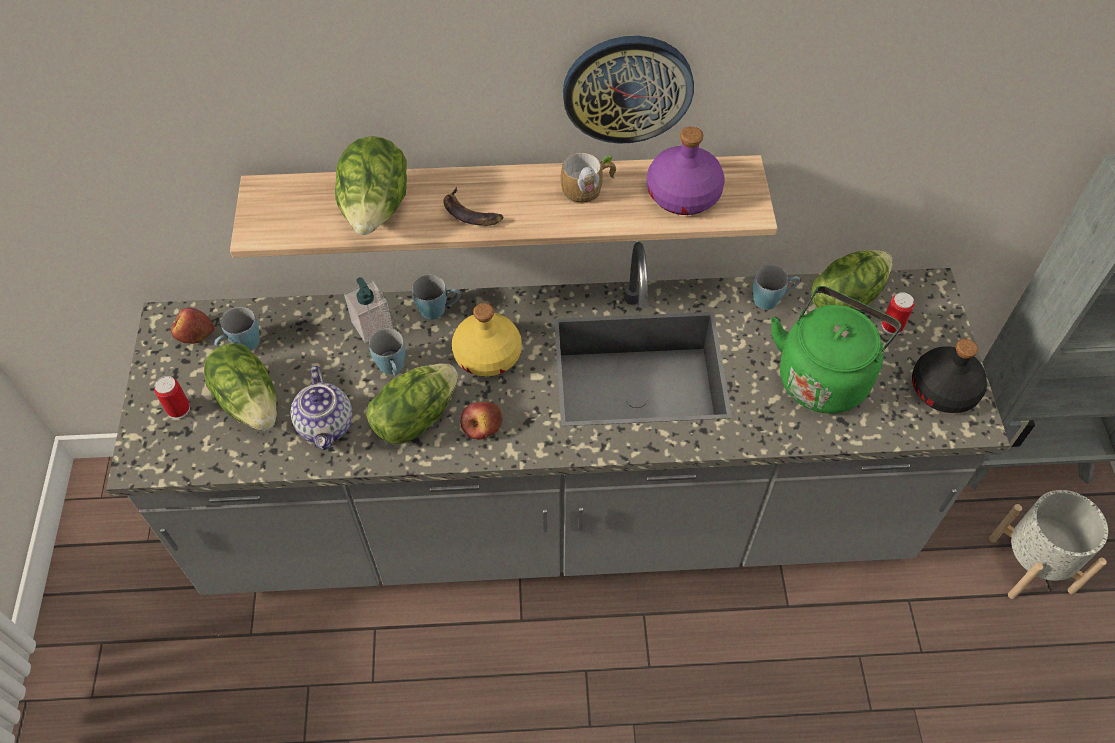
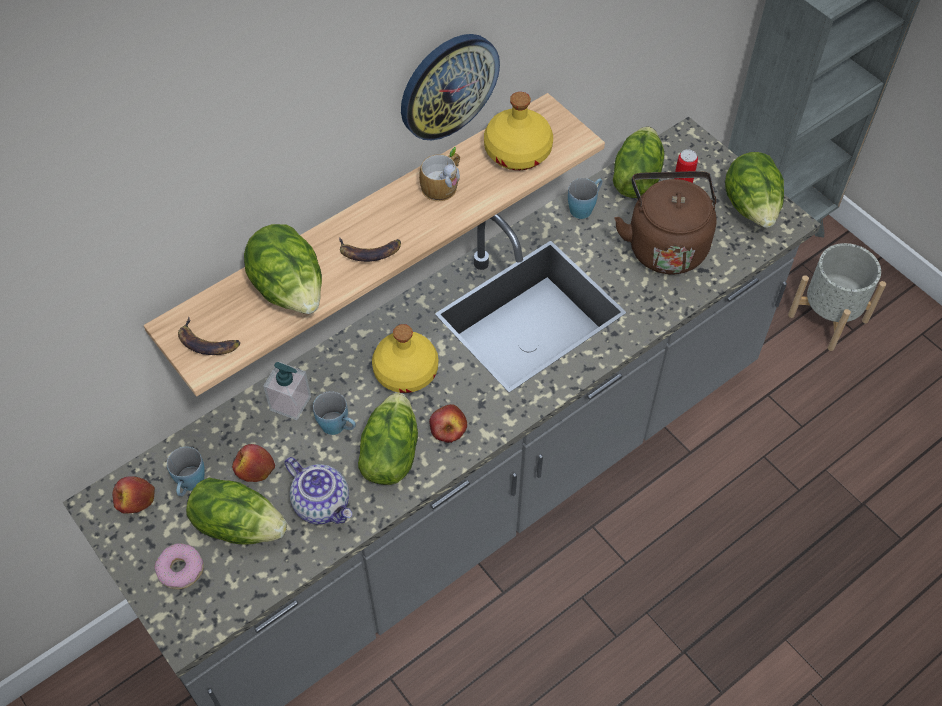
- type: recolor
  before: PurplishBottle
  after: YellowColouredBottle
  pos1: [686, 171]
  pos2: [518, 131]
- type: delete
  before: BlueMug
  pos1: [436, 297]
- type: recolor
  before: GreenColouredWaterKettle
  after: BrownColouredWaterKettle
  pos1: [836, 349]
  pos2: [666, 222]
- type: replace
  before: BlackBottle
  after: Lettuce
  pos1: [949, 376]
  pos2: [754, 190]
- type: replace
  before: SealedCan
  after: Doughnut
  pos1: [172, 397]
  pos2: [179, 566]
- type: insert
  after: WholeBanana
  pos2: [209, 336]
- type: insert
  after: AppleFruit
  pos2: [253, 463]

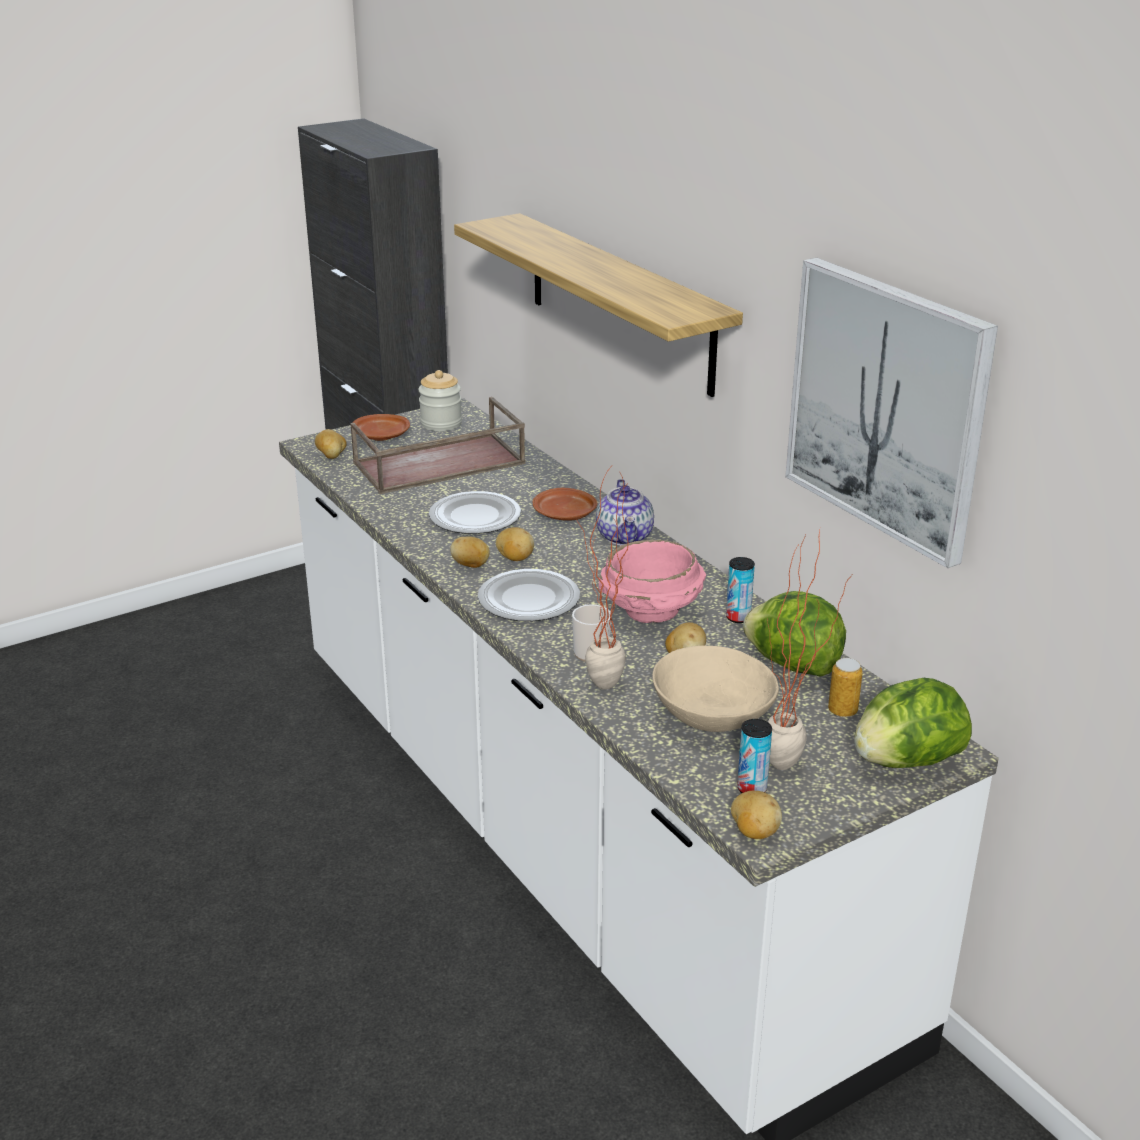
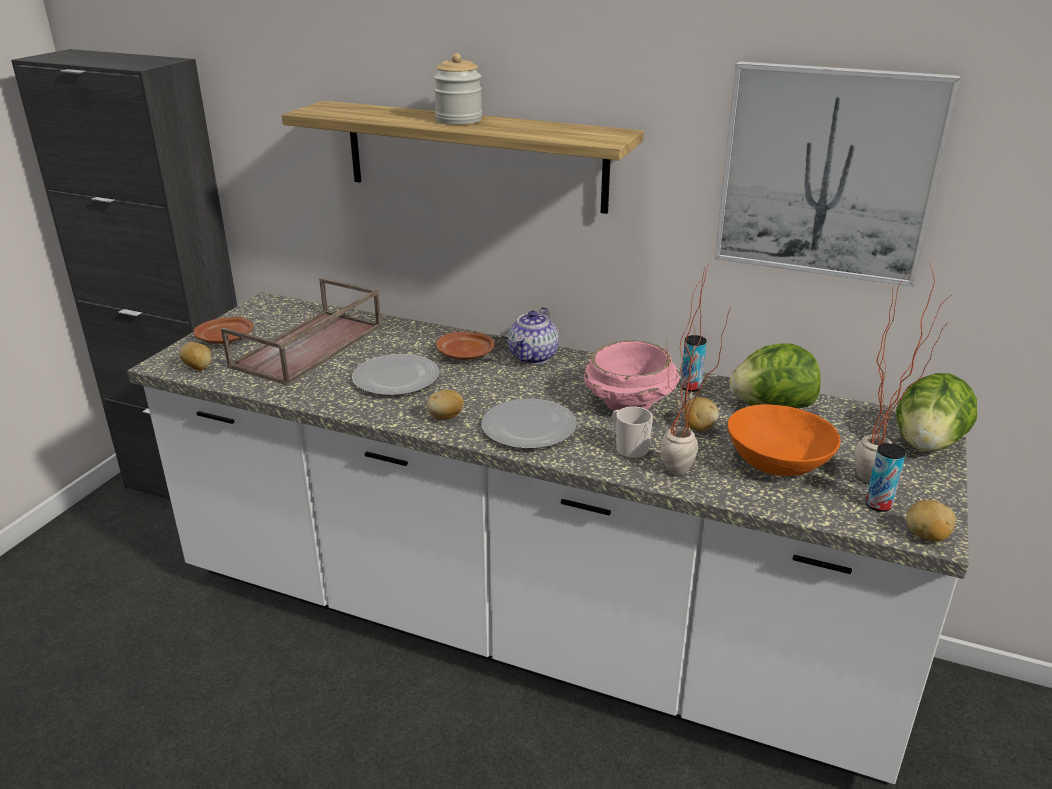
- type: move
  before: StorageJar
  pos1: [440, 400]
  pos2: [457, 89]
- type: rotate
  before: TeaPot
  pos1: [625, 512]
  pos2: [533, 335]
  turn: 60
- type: delete
  before: Potato
  pos1: [515, 544]
- type: recolor
  before: BeigeColouredBowl
  after: OrangeBowl
  pos1: [715, 688]
  pos2: [783, 440]
- type: delete
  before: SealedCan
  pos1: [845, 688]

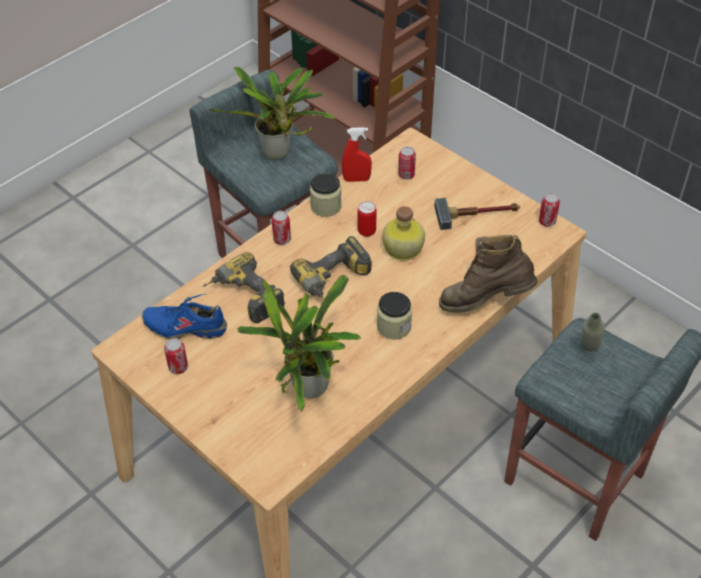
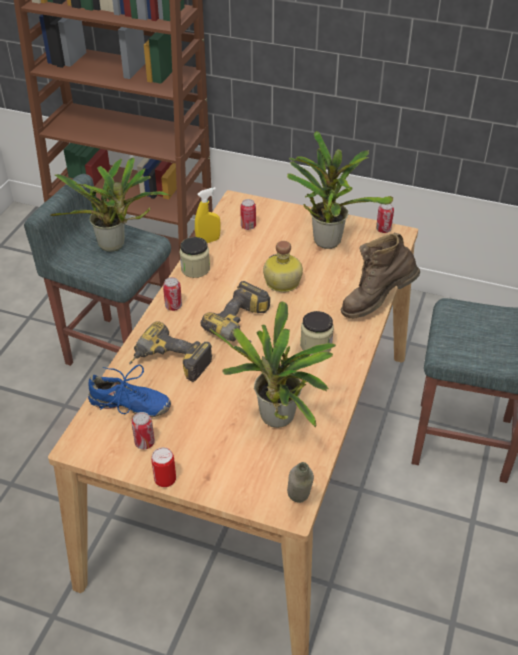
- type: recolor
  before: RedSprayer
  after: YellowColouredSprayer
  pos1: [357, 154]
  pos2: [208, 215]
- type: replace
  before: ToolHammer
  after: PlantInAPot
  pos1: [477, 214]
  pos2: [340, 190]
- type: move
  before: SealedCan
  pos1: [367, 219]
  pos2: [163, 467]
- type: rotate
  before: BlueShoe
  pos1: [184, 316]
  pos2: [129, 391]
  turn: -150
- type: move
  before: GreyishBottle
  pos1: [592, 332]
  pos2: [300, 482]

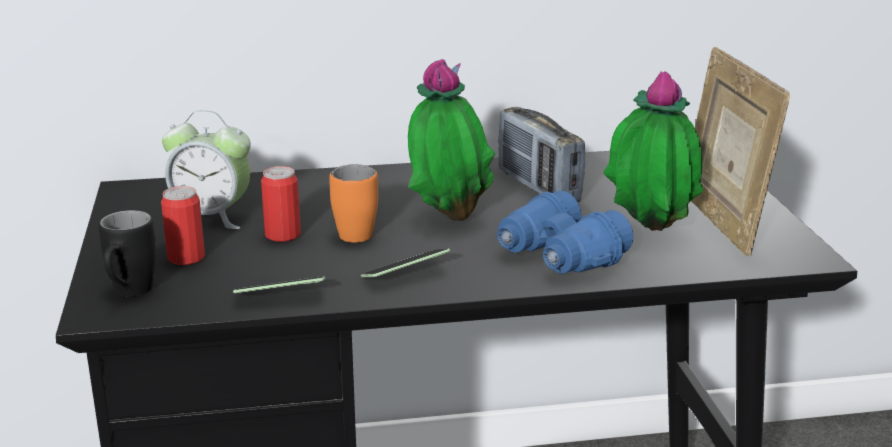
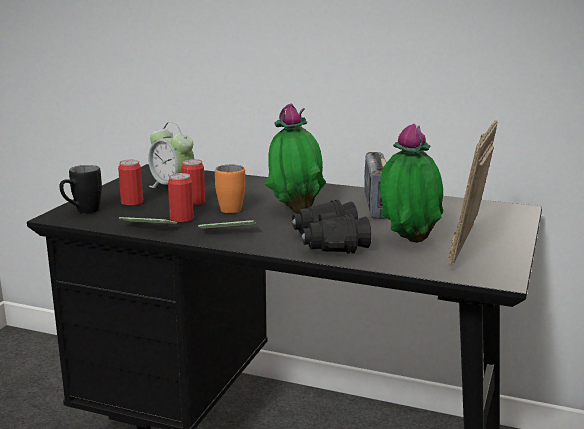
- type: recolor
  before: BlueBinoculars
  after: BlackBinoculars
  pos1: [565, 232]
  pos2: [331, 226]
- type: insert
  after: SealedCan
  pos2: [181, 198]

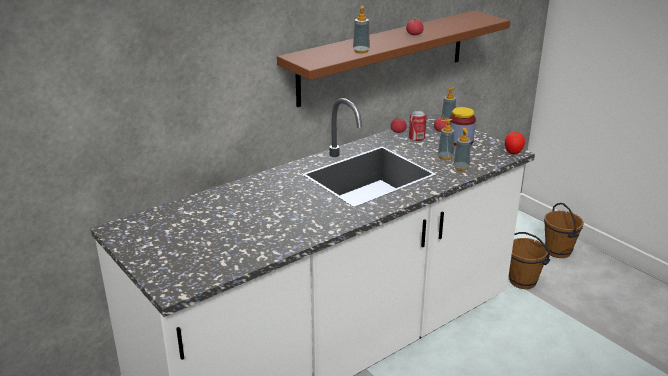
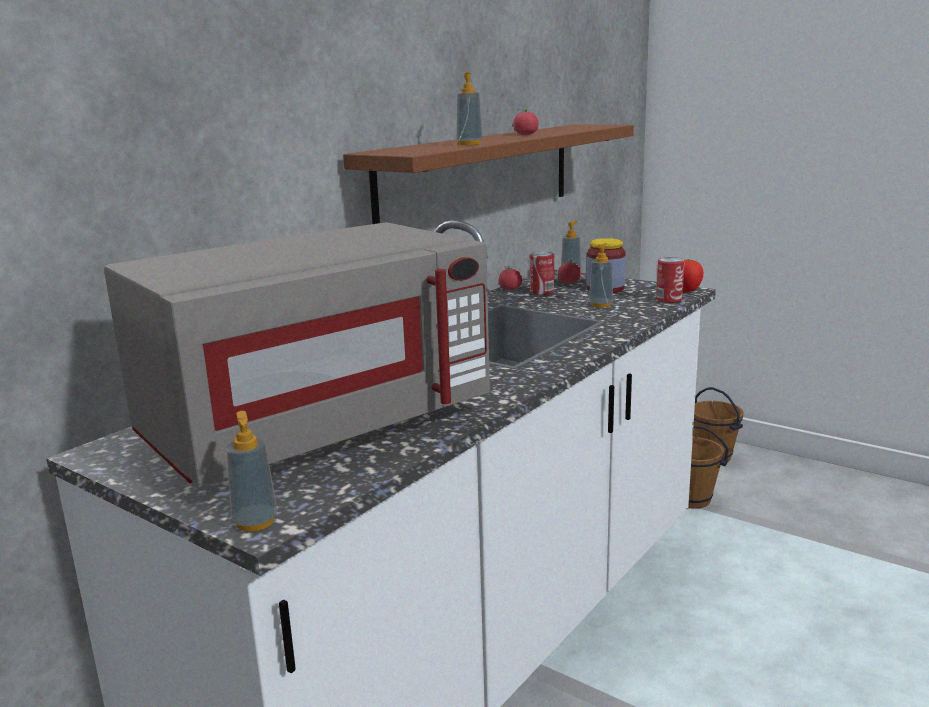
- type: move
  before: LiquidSoapBottle
  pos1: [462, 149]
  pos2: [251, 471]
- type: insert
  after: GreyishKitchenMicrowave
  pos2: [297, 354]
- type: insert
  after: SealedCan
  pos2: [670, 280]

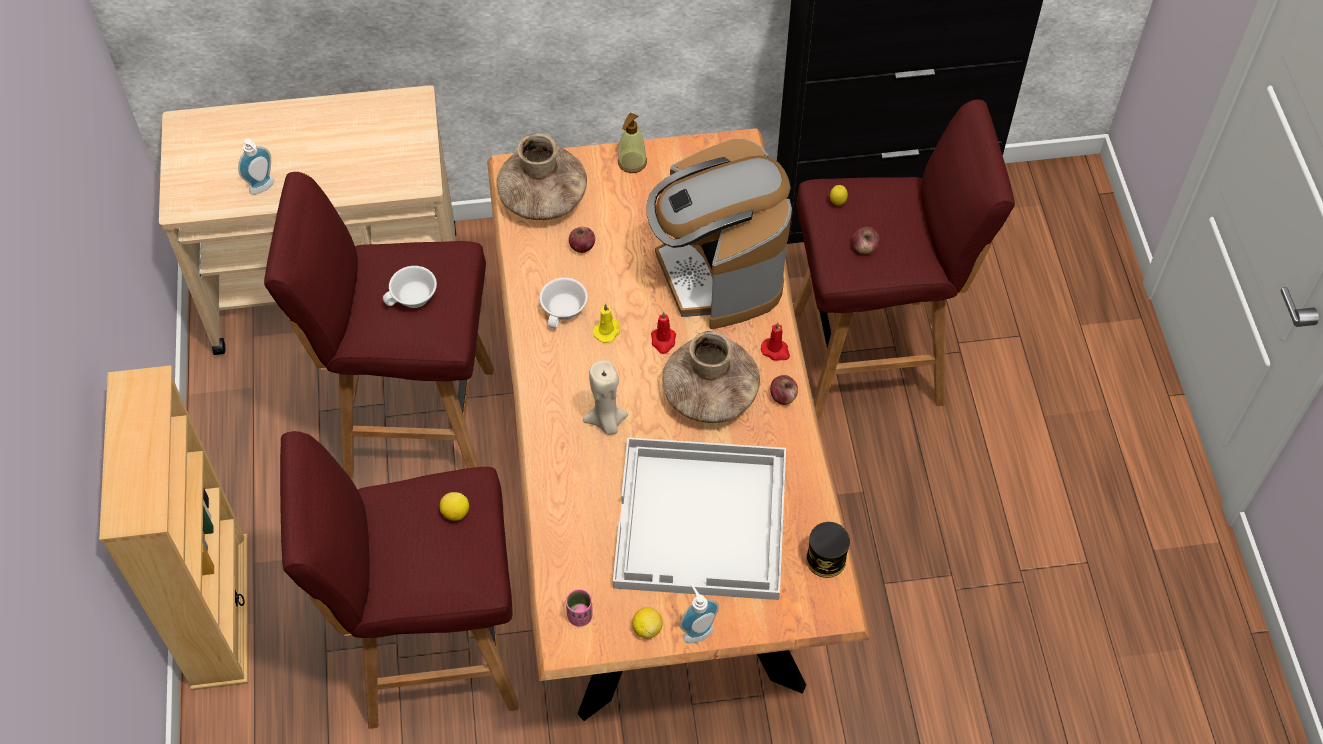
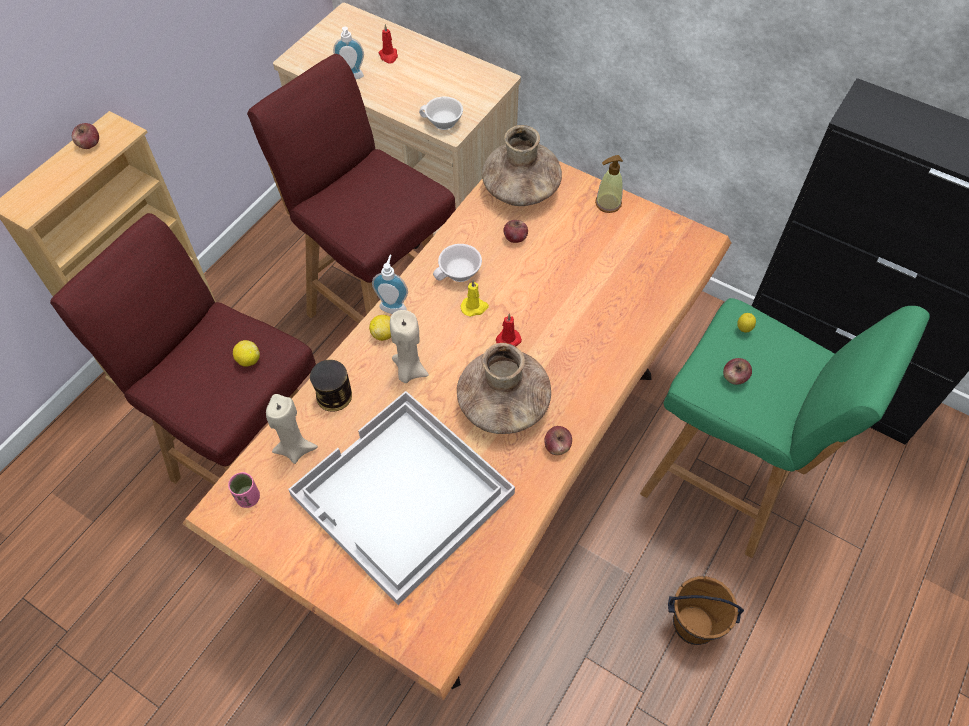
- type: recolor
  before: RedSittingStool
  after: GreenColouredSittingStool
  pos1: [904, 258]
  pos2: [785, 428]
- type: delete
  before: CoffeeMaker
  pos1: [719, 234]
- type: move
  before: WhitishCup
  pos1: [410, 287]
  pos2: [441, 113]
- type: move
  before: RedWaxCandle
  pos1: [775, 341]
  pos2: [388, 44]
- type: move
  before: SealedCan
  pos1: [828, 550]
  pos2: [331, 386]
- type: move
  before: LiquidSoapBottle
  pos1: [699, 614]
  pos2: [390, 284]
- type: move
  before: CitrusFruit
  pos1: [647, 623]
  pos2: [380, 328]
- type: insert
  after: AppleFruit
  pos2: [85, 136]
- type: insert
  after: BeigeColouredWaxCandle
  pos2: [292, 429]
- type: insert
  after: BrownColouredBucket
  pos2: [706, 610]

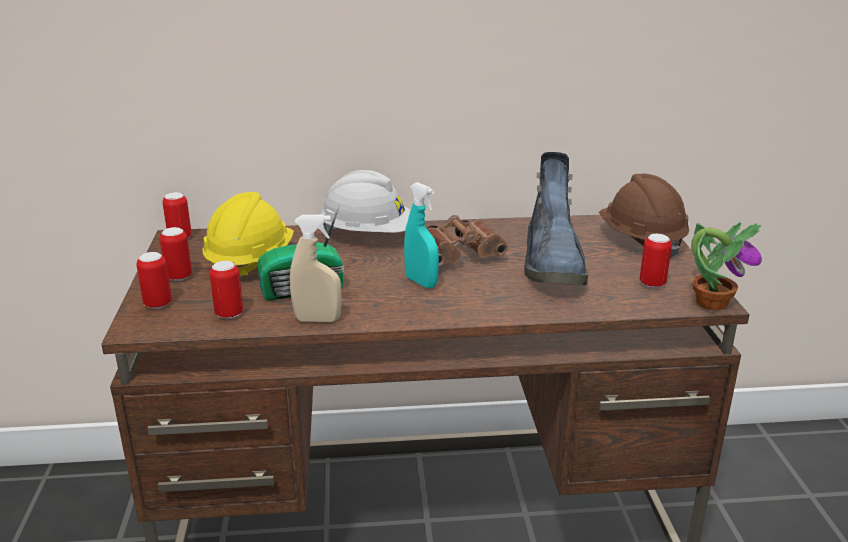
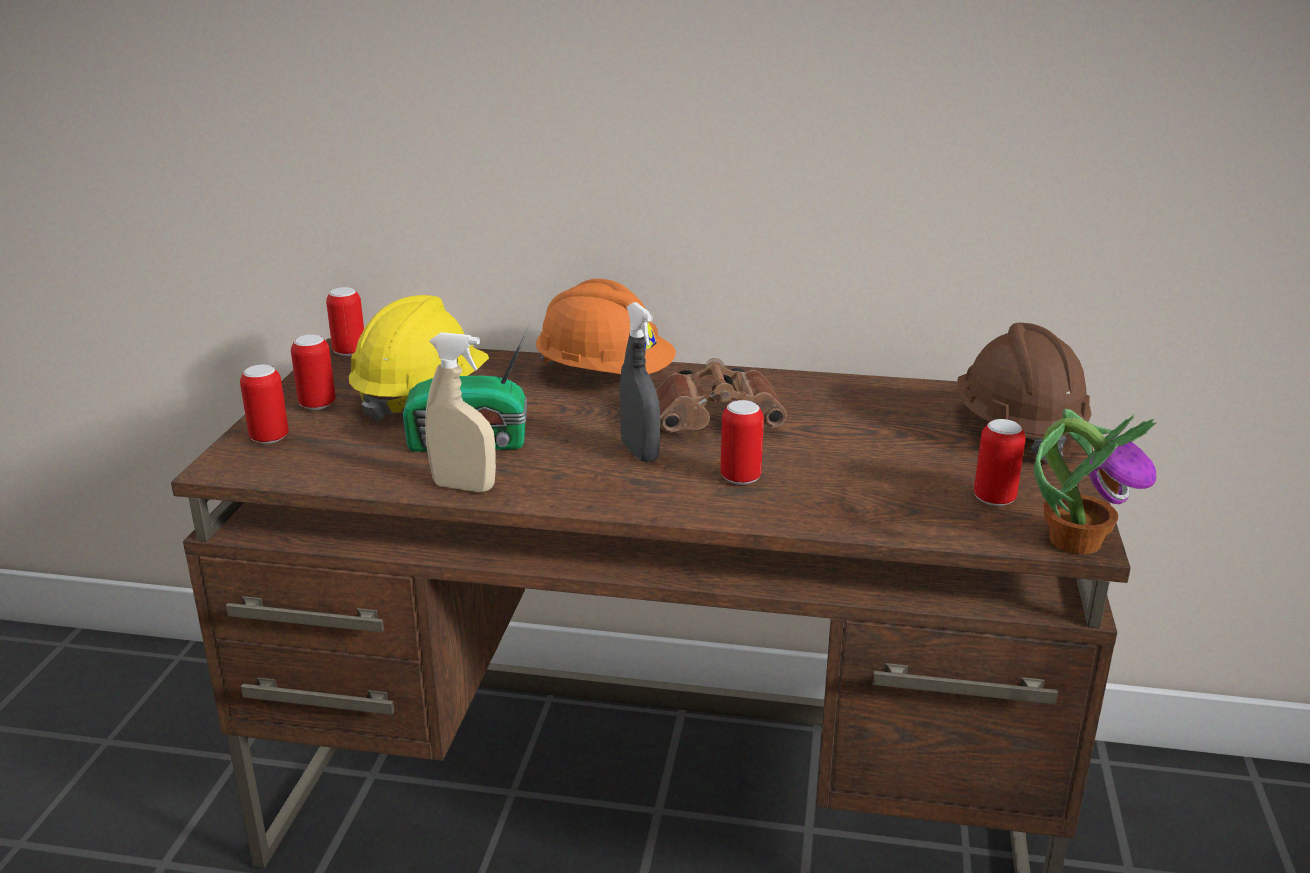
- type: delete
  before: Boot
  pos1: [556, 218]
- type: recolor
  before: WhitishSafetyHelmet
  after: OrangeSafetyHelmet
  pos1: [365, 201]
  pos2: [606, 326]
- type: recolor
  before: TurquoiseColouredSprayer
  after: GreyishSprayer
  pos1: [421, 235]
  pos2: [640, 382]
- type: move
  before: SealedCan
  pos1: [226, 290]
  pos2: [742, 442]

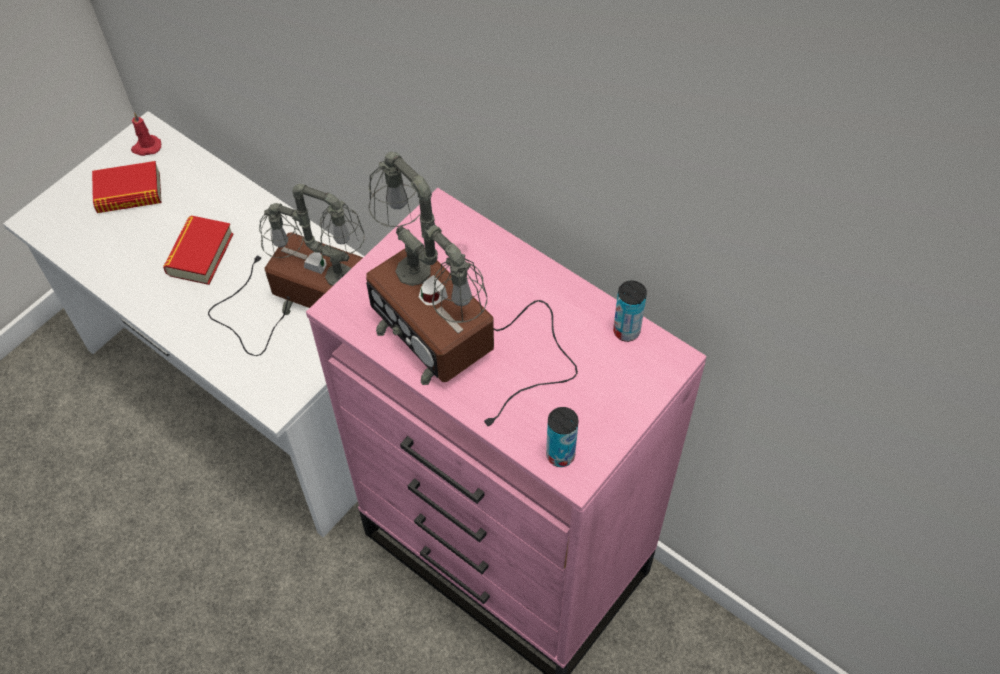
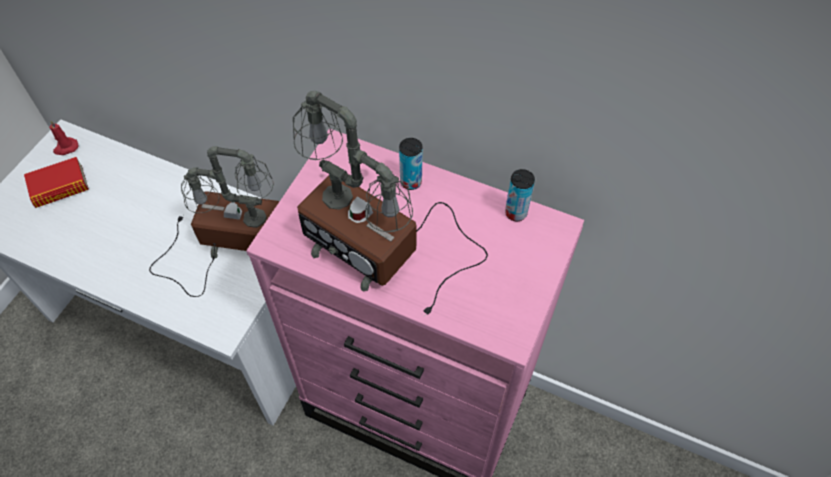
- type: delete
  before: BoundBook
  pos1: [198, 250]
- type: move
  before: SealedCan
  pos1: [562, 437]
  pos2: [410, 164]

